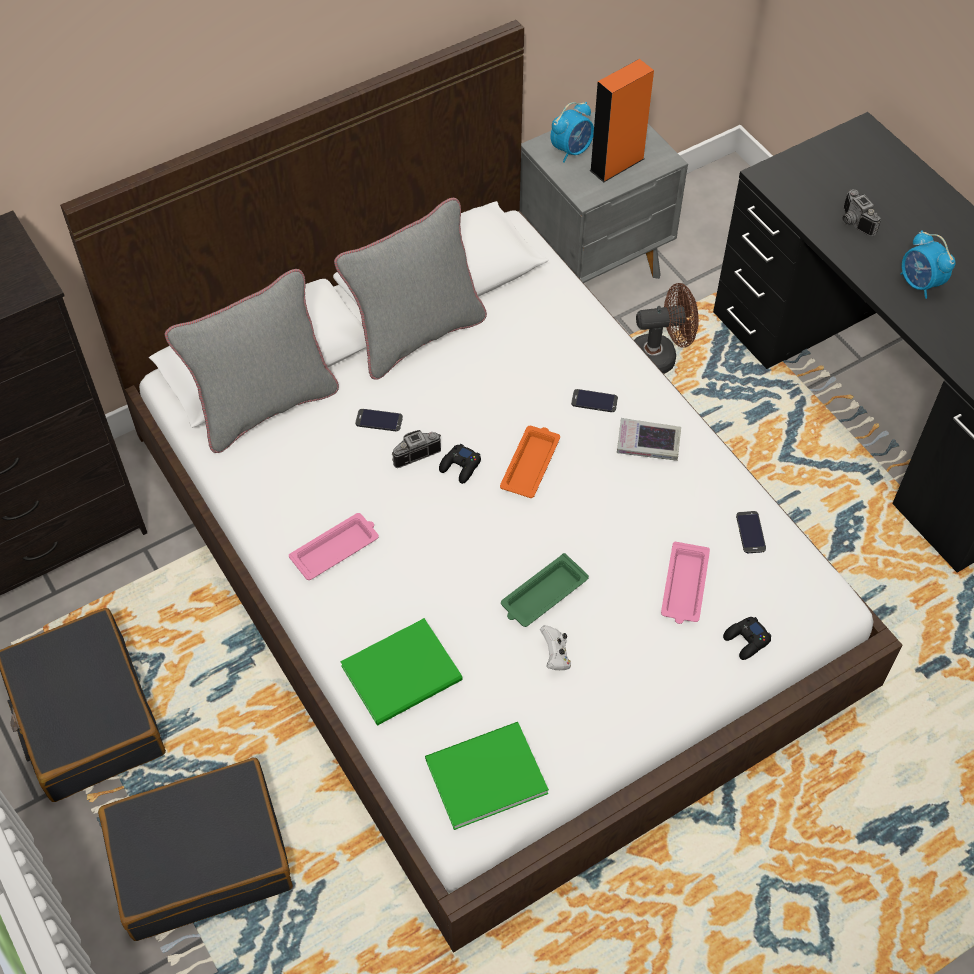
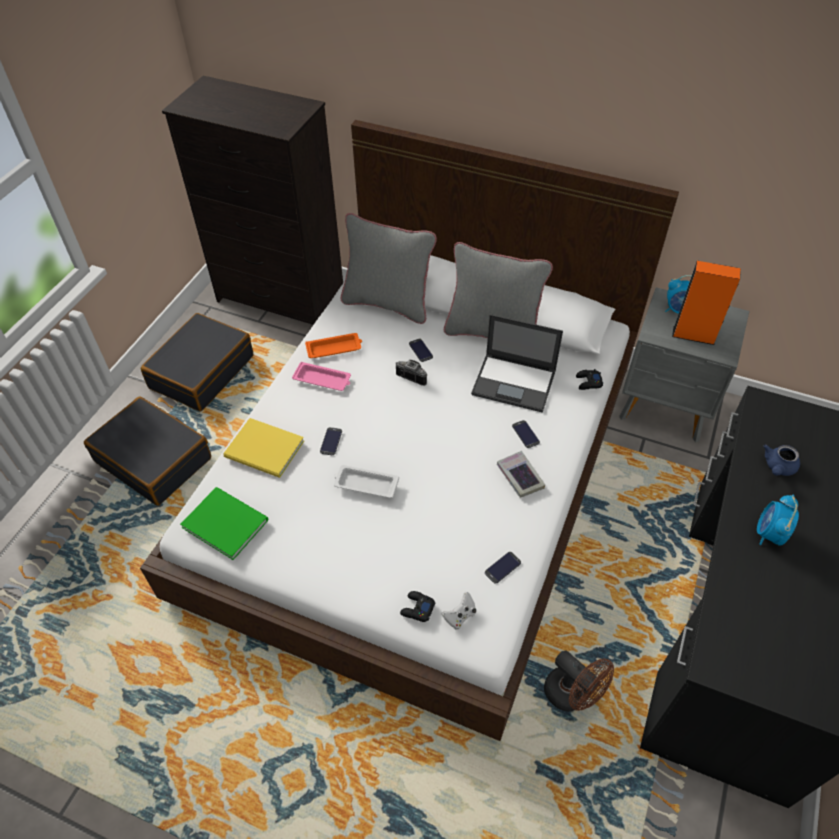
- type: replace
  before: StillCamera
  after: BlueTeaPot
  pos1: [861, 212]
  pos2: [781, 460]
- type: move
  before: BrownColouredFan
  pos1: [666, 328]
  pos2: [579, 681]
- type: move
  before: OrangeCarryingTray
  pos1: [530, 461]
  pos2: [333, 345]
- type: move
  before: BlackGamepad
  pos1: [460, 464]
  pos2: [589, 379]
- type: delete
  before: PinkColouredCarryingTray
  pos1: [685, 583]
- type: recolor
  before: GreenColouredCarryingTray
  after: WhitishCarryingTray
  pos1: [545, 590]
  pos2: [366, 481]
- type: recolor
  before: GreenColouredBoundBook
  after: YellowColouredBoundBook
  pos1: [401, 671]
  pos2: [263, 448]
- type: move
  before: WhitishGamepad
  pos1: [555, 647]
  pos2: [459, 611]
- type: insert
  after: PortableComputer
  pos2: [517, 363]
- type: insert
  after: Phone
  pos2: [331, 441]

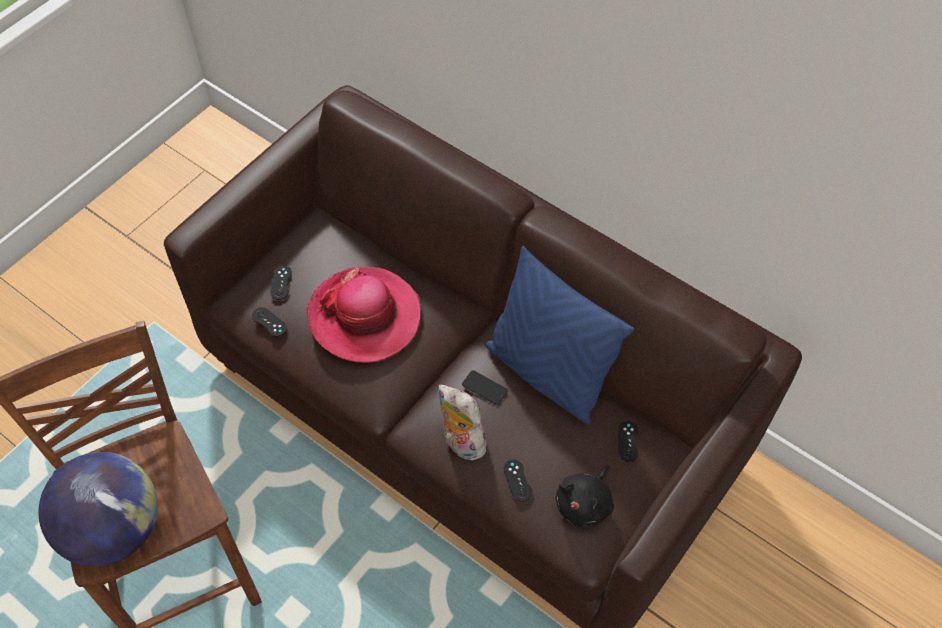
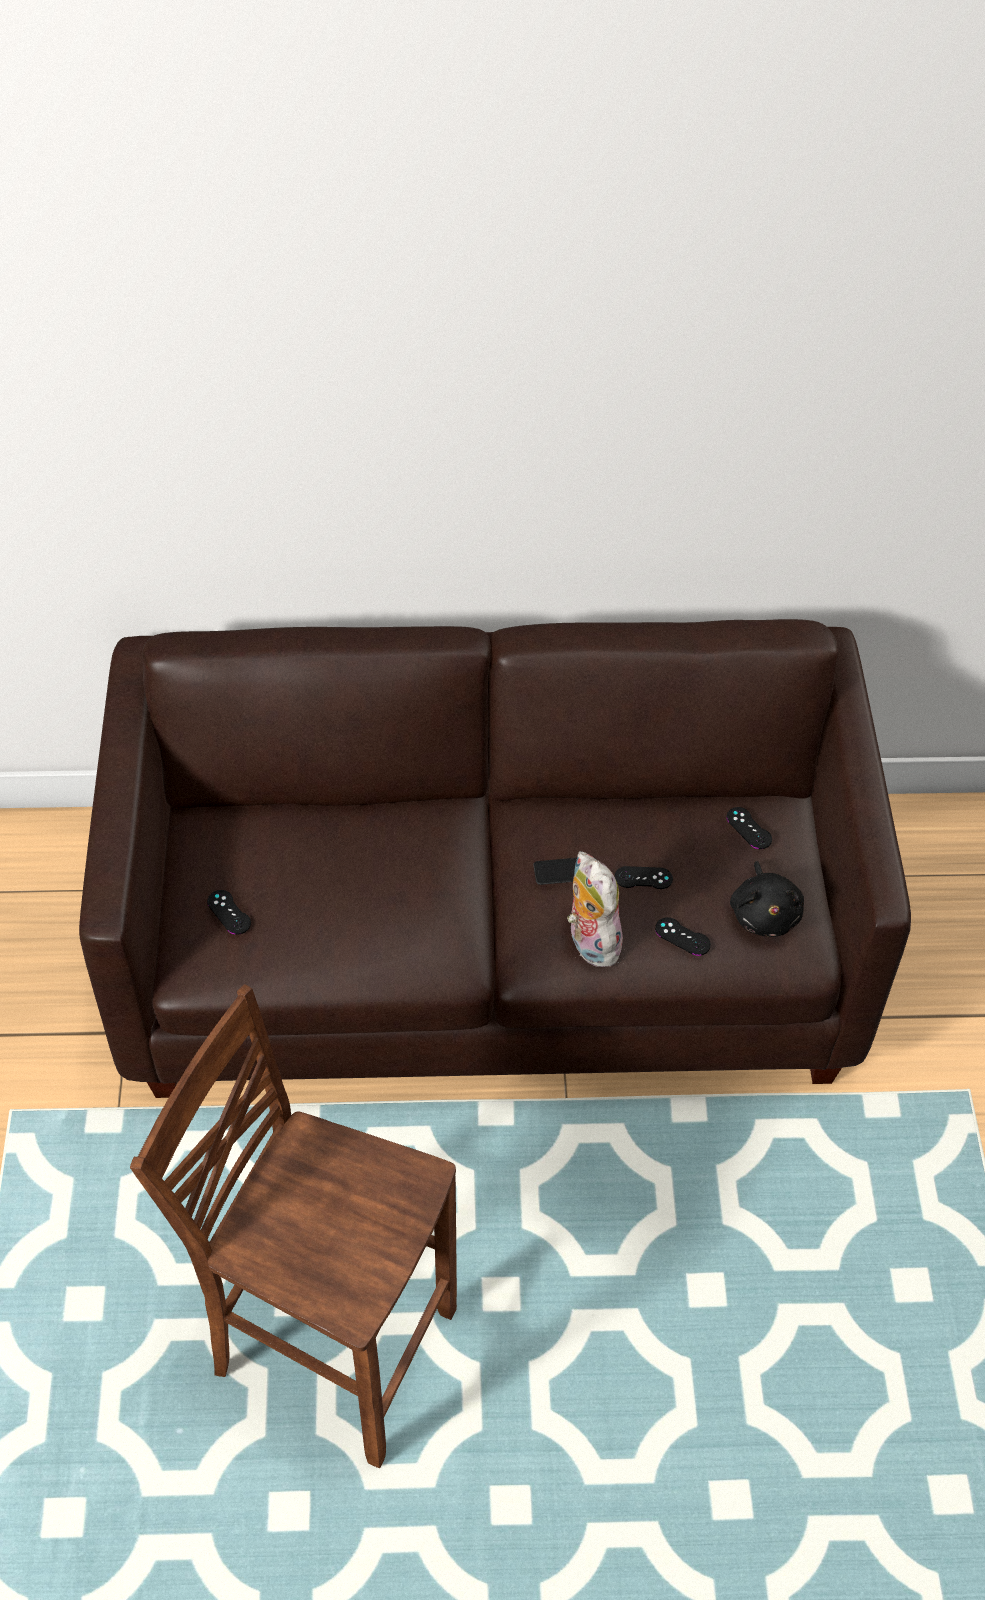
- type: delete
  before: BluePillow
  pos1: [559, 335]
- type: delete
  before: WearableHat
  pos1: [364, 314]
- type: move
  before: BlackGamepad
  pos1: [269, 322]
  pos2: [644, 877]
- type: rotate
  before: SoftToy
  pos1: [463, 422]
  pos2: [595, 909]
  turn: 60
- type: delete
  before: DeskGlobe
  pos1: [98, 509]

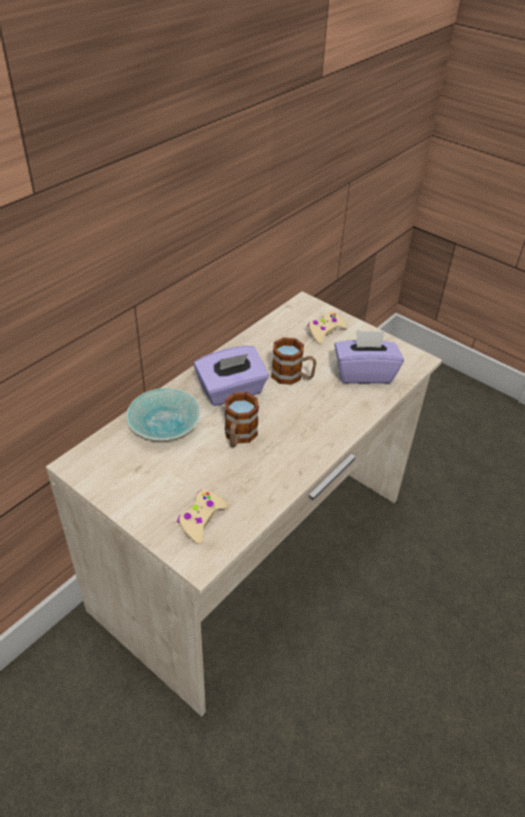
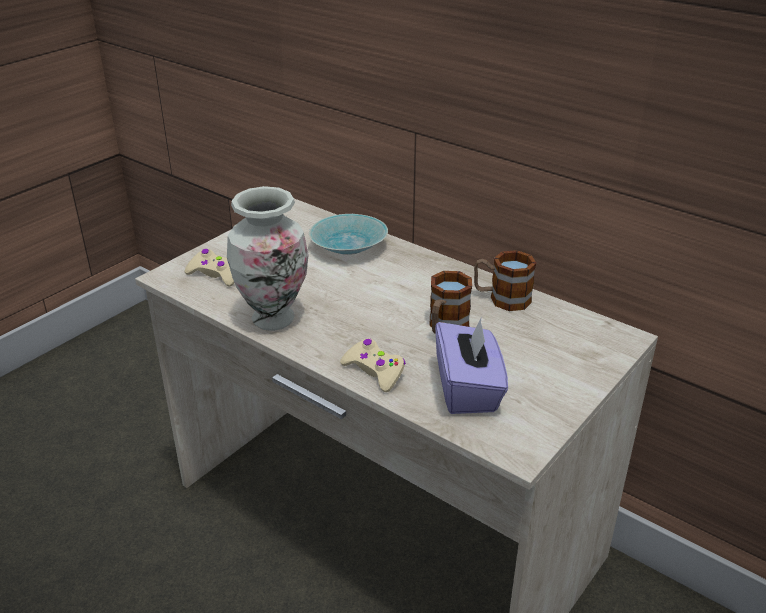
- type: move
  before: BeigeColouredGamepad
  pos1: [328, 327]
  pos2: [373, 365]
- type: delete
  before: PurplishBoxOfTissues
  pos1: [231, 376]
- type: move
  before: Mug
  pos1: [242, 419]
  pos2: [505, 280]
- type: insert
  after: Vase
  pos2: [268, 258]

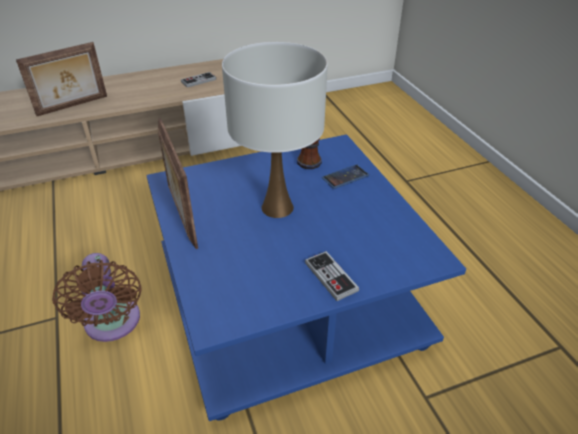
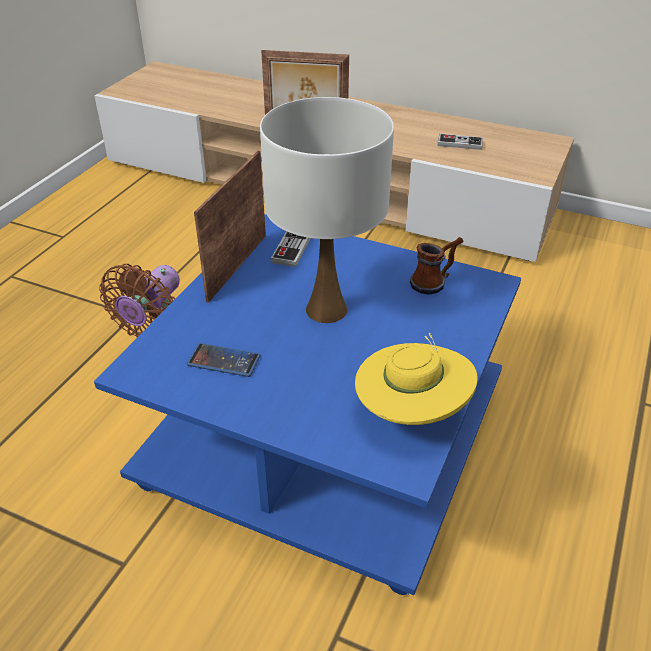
- type: move
  before: Phone
  pos1: [345, 176]
  pos2: [223, 360]
- type: move
  before: Gamepad
  pos1: [332, 276]
  pos2: [290, 249]
- type: insert
  after: YellowColouredWearableHat
  pos2: [416, 379]

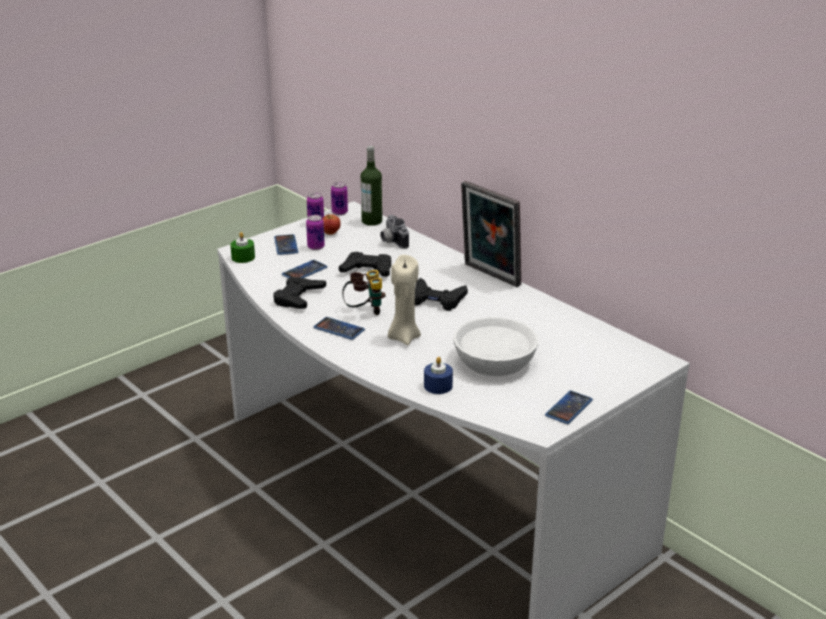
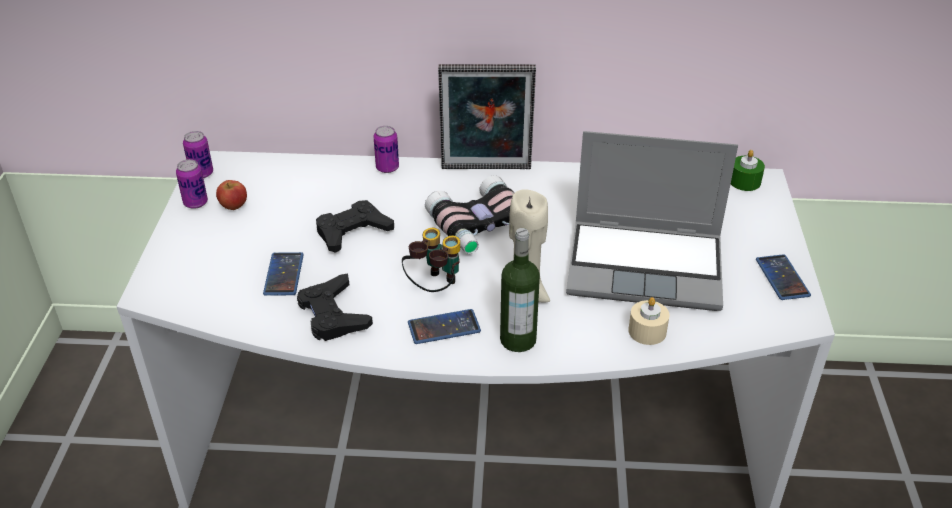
- type: move
  before: Bottle
  pos1: [371, 186]
  pos2: [520, 290]
- type: move
  before: SealedCan
  pos1: [315, 232]
  pos2: [386, 149]
- type: delete
  before: StillCamera
  pos1: [395, 232]
- type: move
  before: GreenColouredWaxCandle
  pos1: [242, 247]
  pos2: [748, 170]
- type: delete
  before: Phone
  pos1: [286, 244]
- type: replace
  before: BlackGamepad
  after: Binoculars
  pos1: [441, 294]
  pos2: [469, 214]
- type: replace
  before: WhitishBowl
  after: PortableComputer
  pos1: [496, 346]
  pos2: [652, 221]
- type: recolor
  before: BlueWaxCandle
  after: BeigeColouredWaxCandle
  pos1: [438, 375]
  pos2: [649, 321]

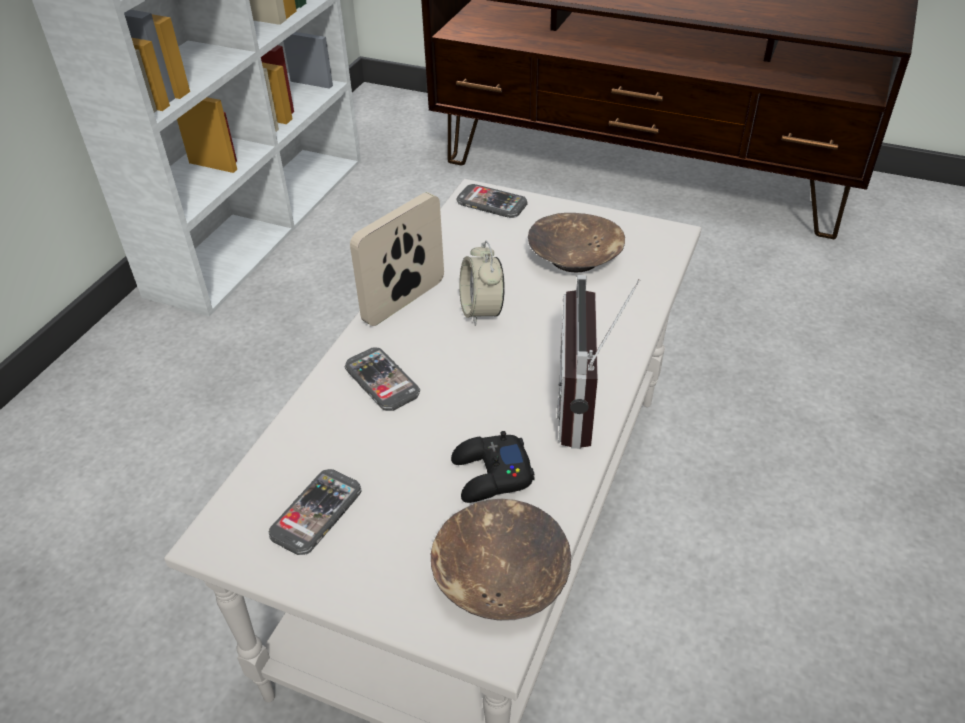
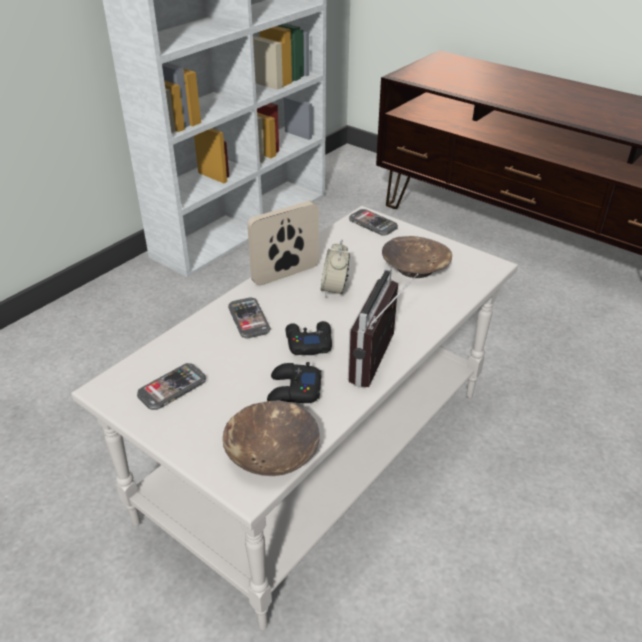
- type: insert
  after: BlackGamepad
  pos2: [309, 338]

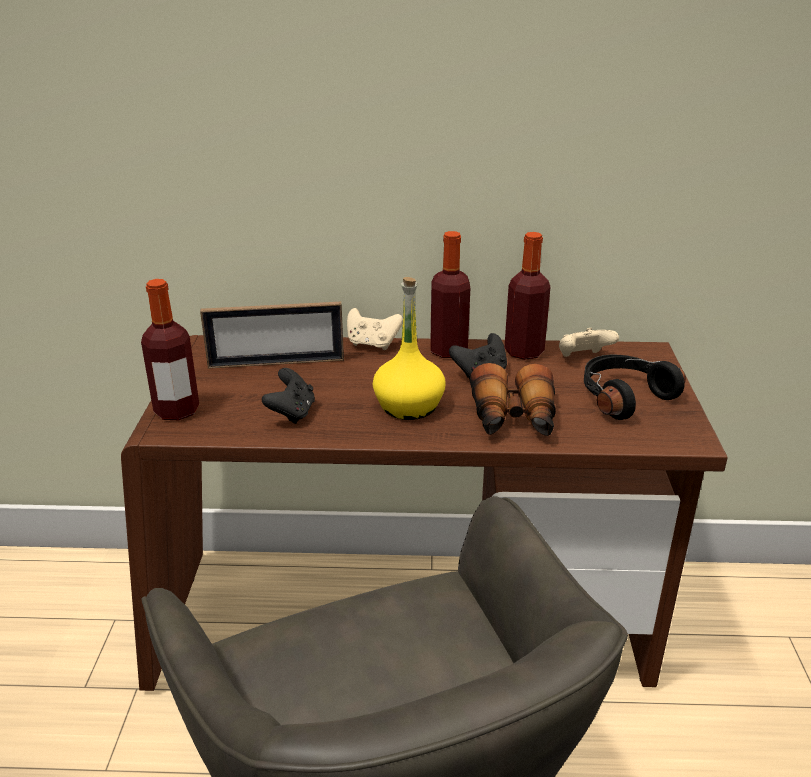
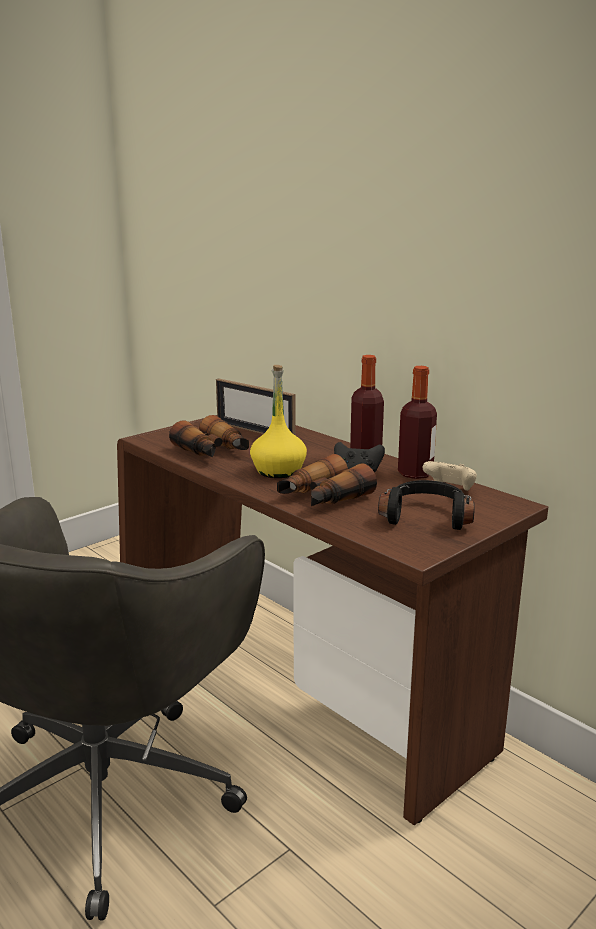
- type: delete
  before: Bottle
  pos1: [170, 349]
- type: delete
  before: BeigeColouredGamepad
  pos1: [375, 329]
- type: replace
  before: BlackGamepad
  after: Binoculars
  pos1: [288, 396]
  pos2: [209, 436]

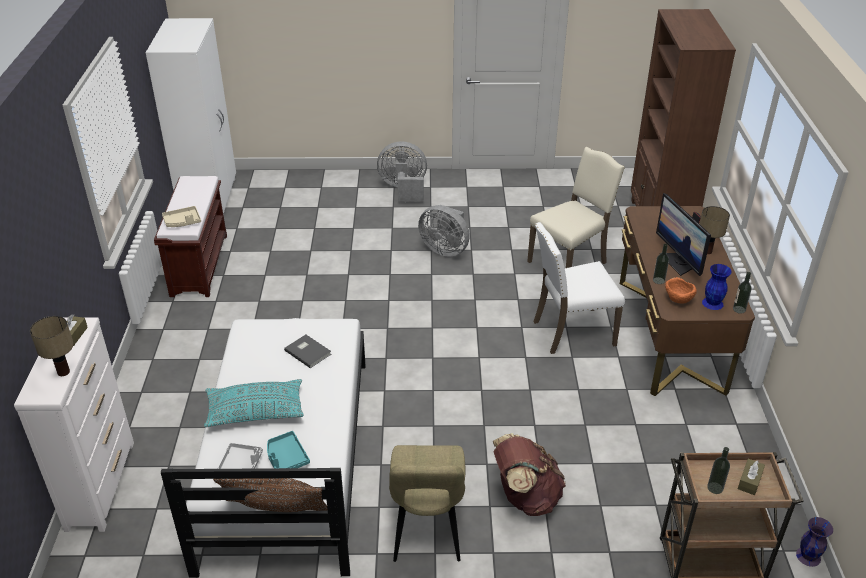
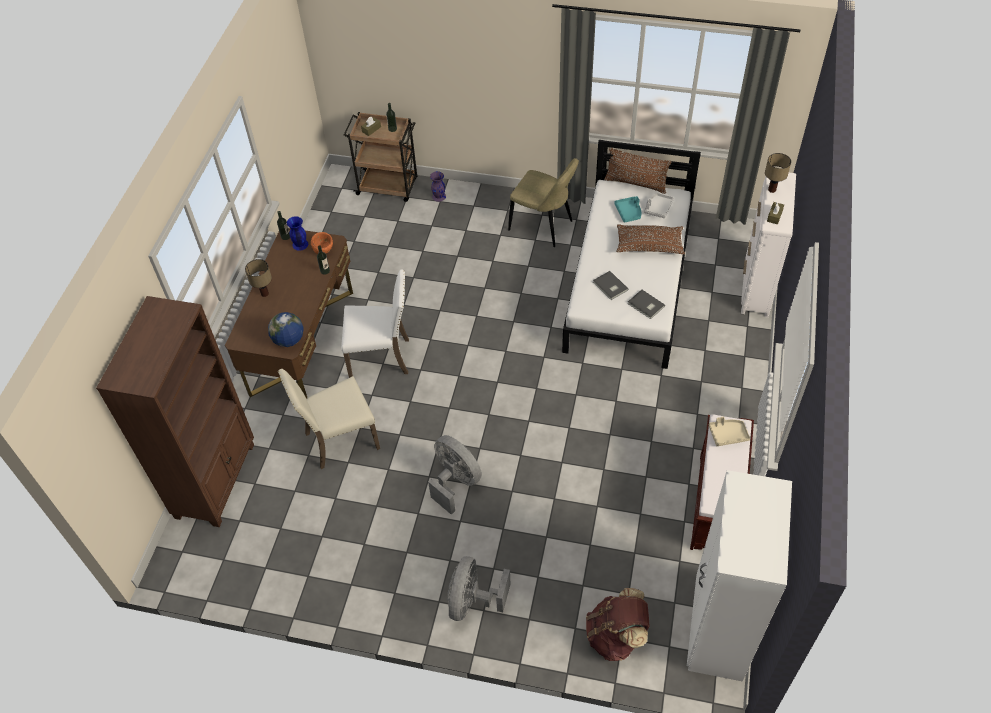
- type: rotate
  before: GreyishFan
  pos1: [402, 172]
  pos2: [478, 588]
  turn: 90
- type: delete
  before: ComputerScreen
  pos1: [683, 234]
- type: recolor
  before: TurquoiseColouredPillow
  after: BrownColouredPillow
  pos1: [253, 403]
  pos2: [650, 239]
- type: move
  before: BrownColouredKnapsack
  pos1: [529, 474]
  pos2: [617, 624]
- type: rotate
  before: BeigeColouredPlainChair
  pos1: [427, 503]
  pos2: [543, 202]
  turn: 105
- type: move
  before: PurplishVase
  pos1: [814, 542]
  pos2: [438, 186]
- type: insert
  after: GreyishBoundBook
  pos2: [646, 304]
- type: insert
  after: DeskGlobe
  pos2: [286, 329]

